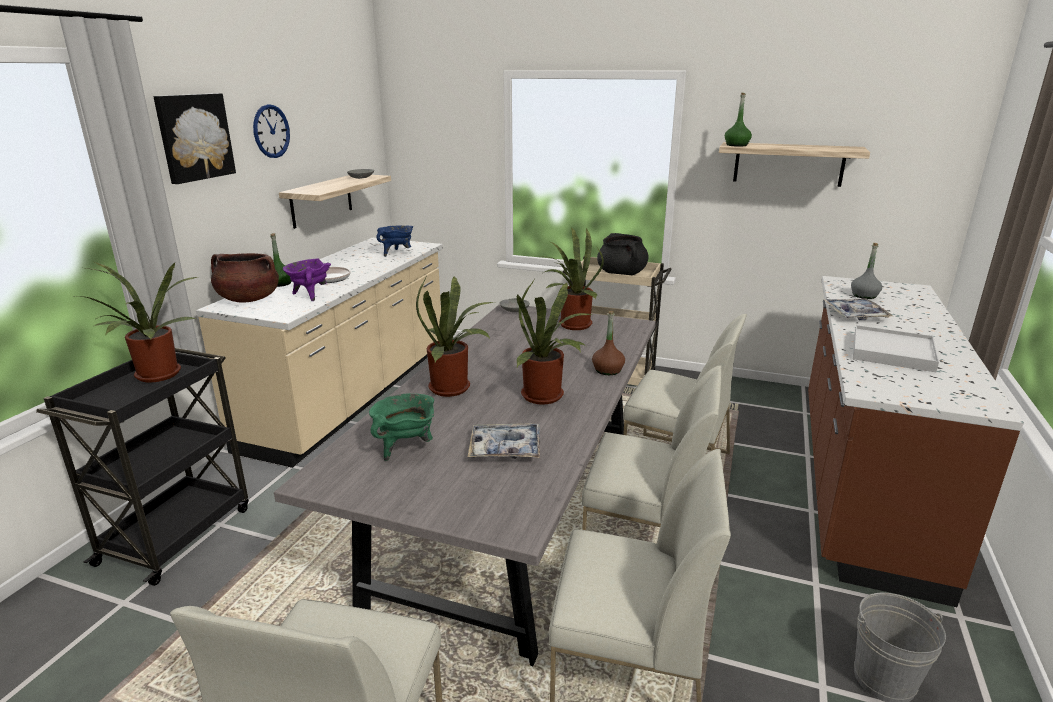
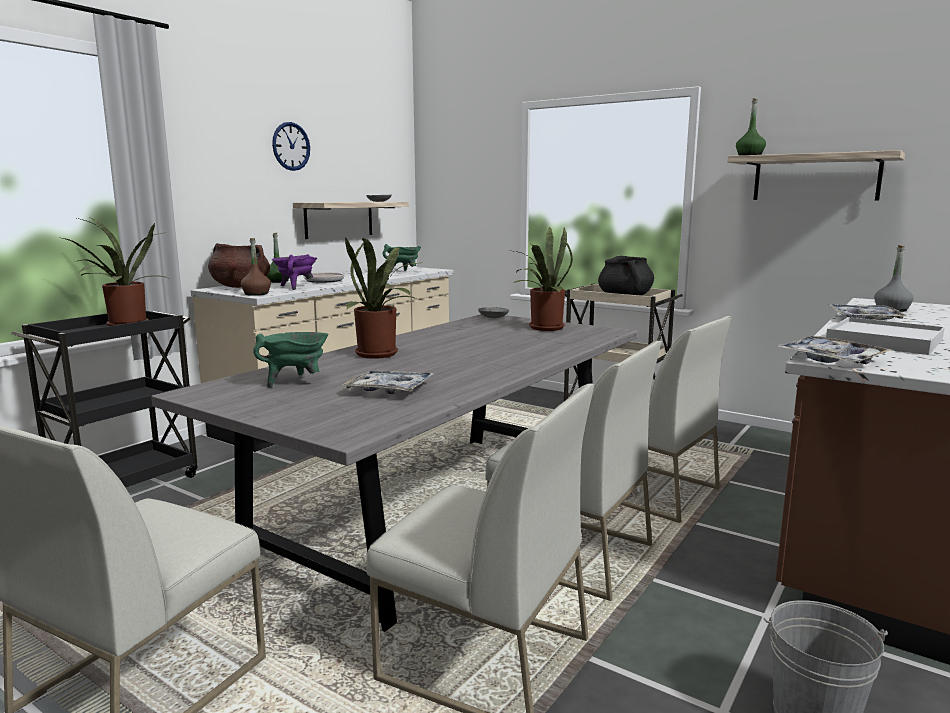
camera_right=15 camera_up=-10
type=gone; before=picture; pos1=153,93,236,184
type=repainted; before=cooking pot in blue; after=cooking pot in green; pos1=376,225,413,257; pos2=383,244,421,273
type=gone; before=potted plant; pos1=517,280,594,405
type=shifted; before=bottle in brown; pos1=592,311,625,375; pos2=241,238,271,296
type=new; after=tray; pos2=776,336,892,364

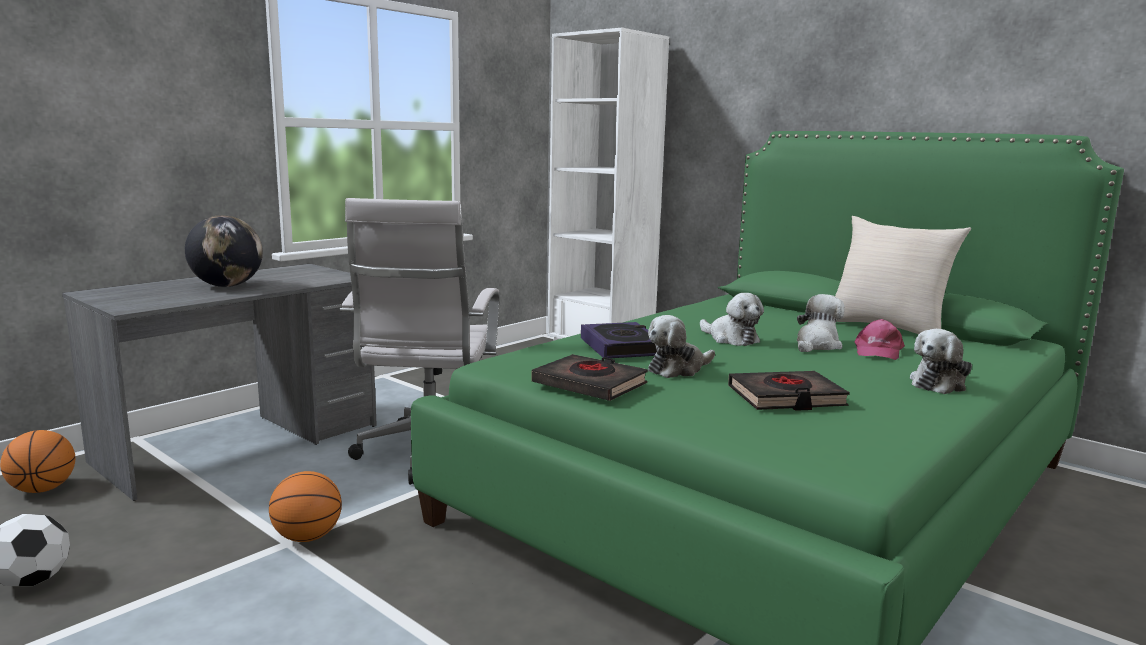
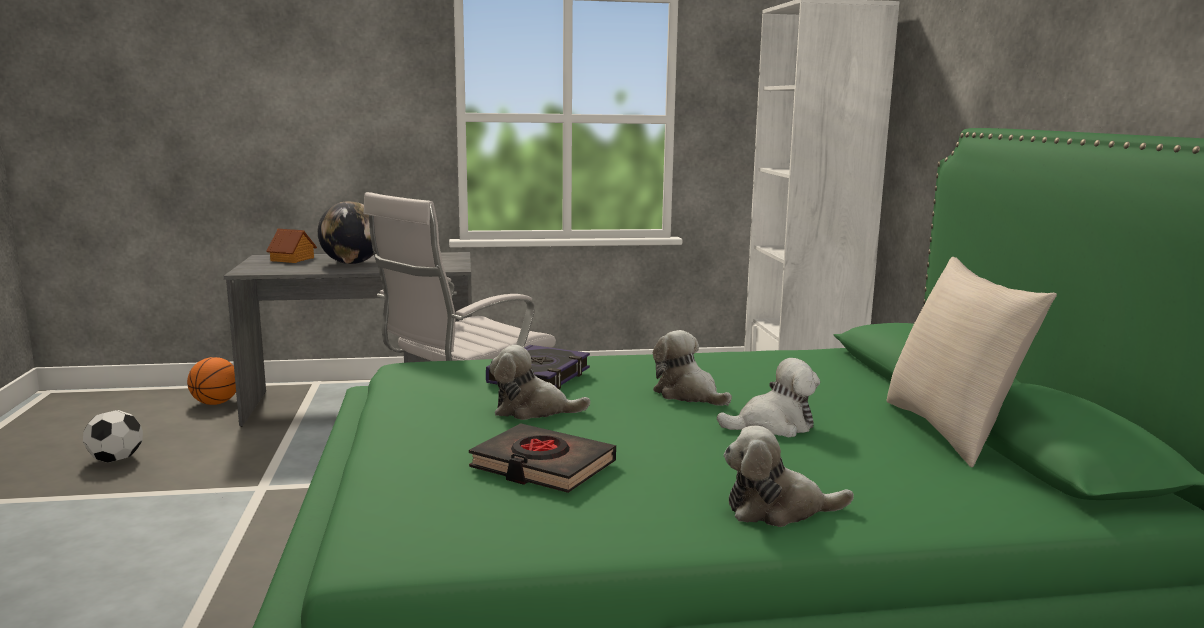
camera_right=40 camera_up=0
type=rotated; before=plush toy; pos1=700,293,764,346; pos2=653,330,732,406; turn=135
type=gone; before=cap in pink; pos1=854,319,905,360
type=gone; before=book in black; pos1=532,354,648,401
type=gone; before=basketball; pos1=269,471,342,542
type=new; after=toy house; pos2=267,229,317,263

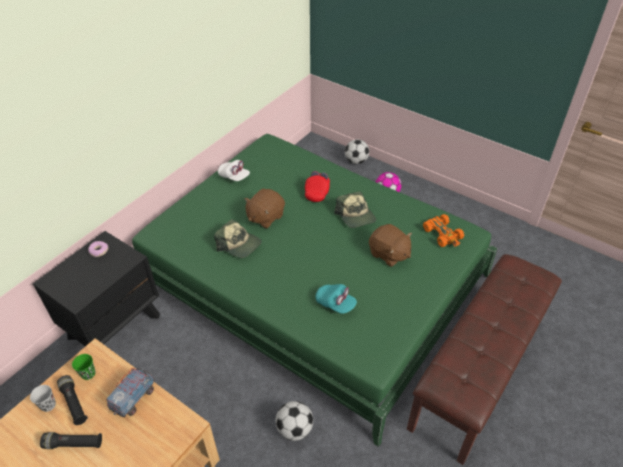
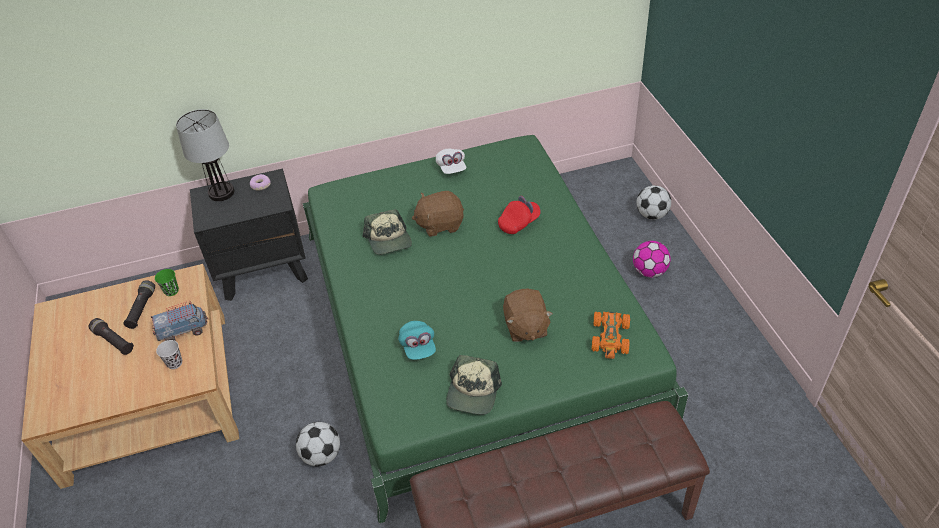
camera_right=40 camera_up=0
type=shifted; before=cap; pos1=334,191,376,228; pos2=446,355,502,415
type=shifted; before=cup in black; pos1=30,385,56,412; pos2=156,340,182,369
type=new; after=table lamp; pos2=176,109,234,201

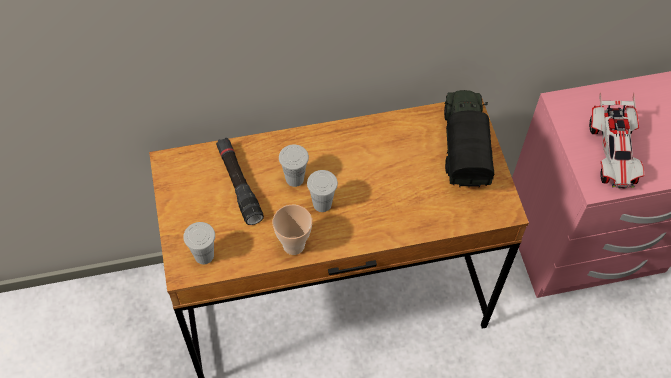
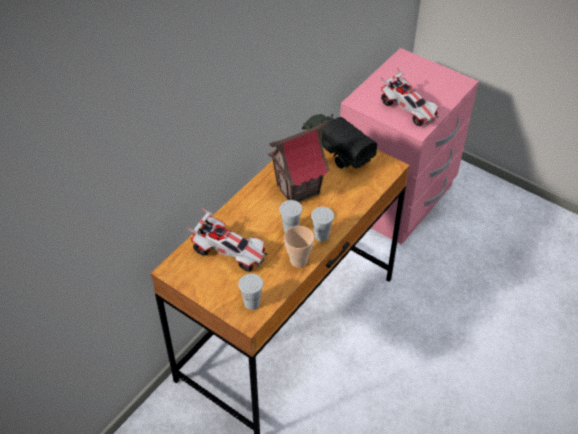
camera_right=-40 camera_up=-10
type=swapped; before=flashlight in black; after=toy car; pos1=216,138,264,225; pos2=187,208,268,272
type=shifted; before=cup in white; pos1=279,145,309,187; pos2=311,207,334,242
type=new; after=toy house; pos2=268,121,330,202

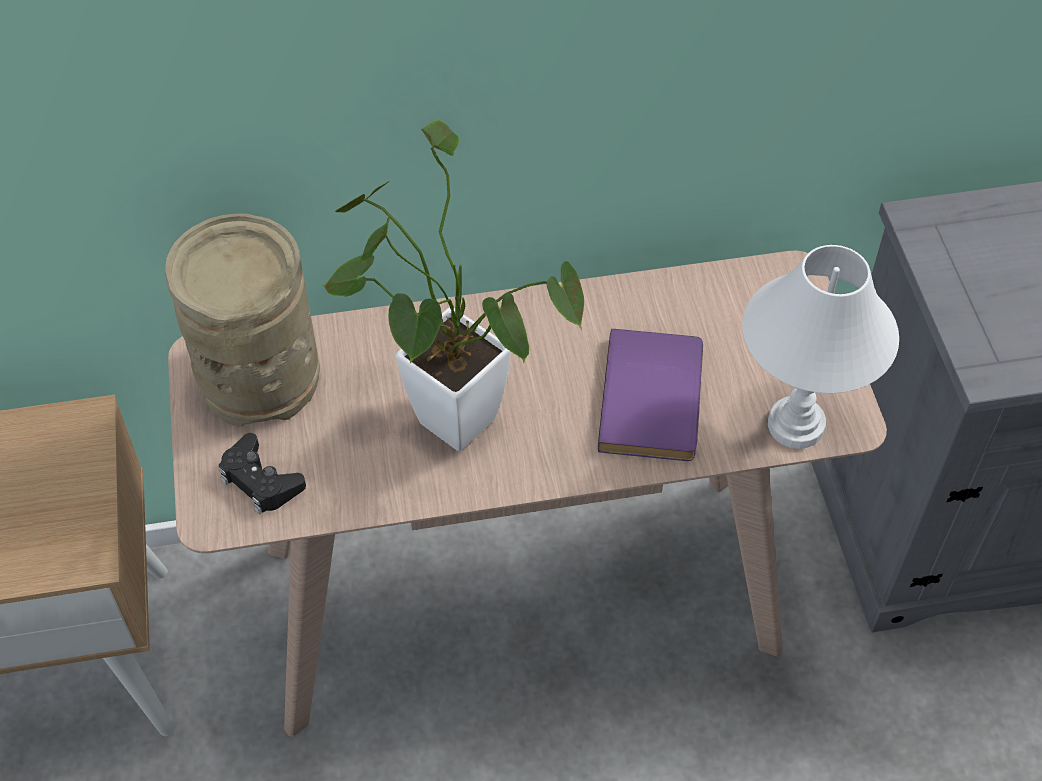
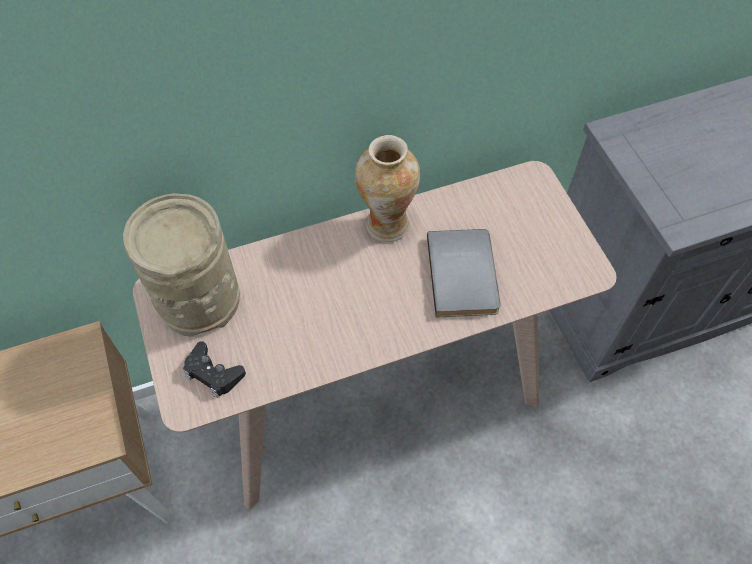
camera_right=-10 camera_up=5
type=gone; before=potted plant; pos1=322,120,584,451
type=gone; before=table lamp in white; pos1=742,245,899,449
type=repainted; before=book in purple; after=book in grey; pos1=598,329,703,461; pos2=427,229,501,317
type=new; after=vase; pos2=355,135,420,242

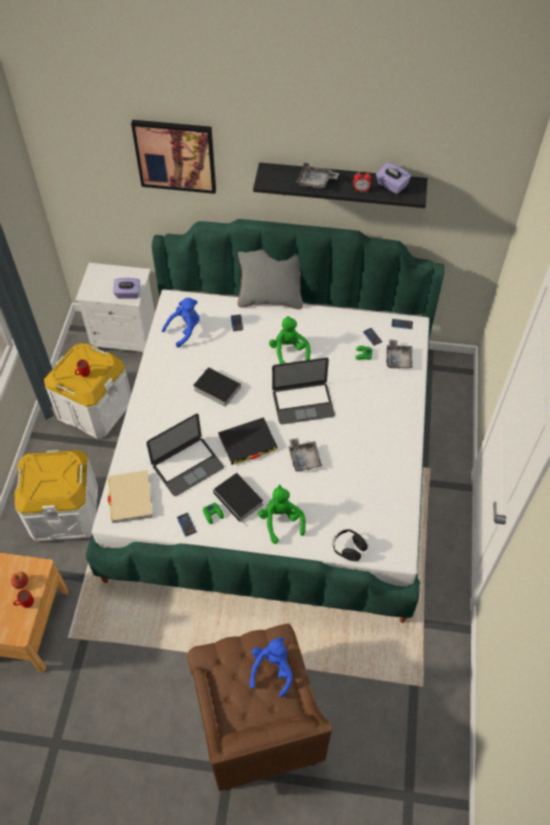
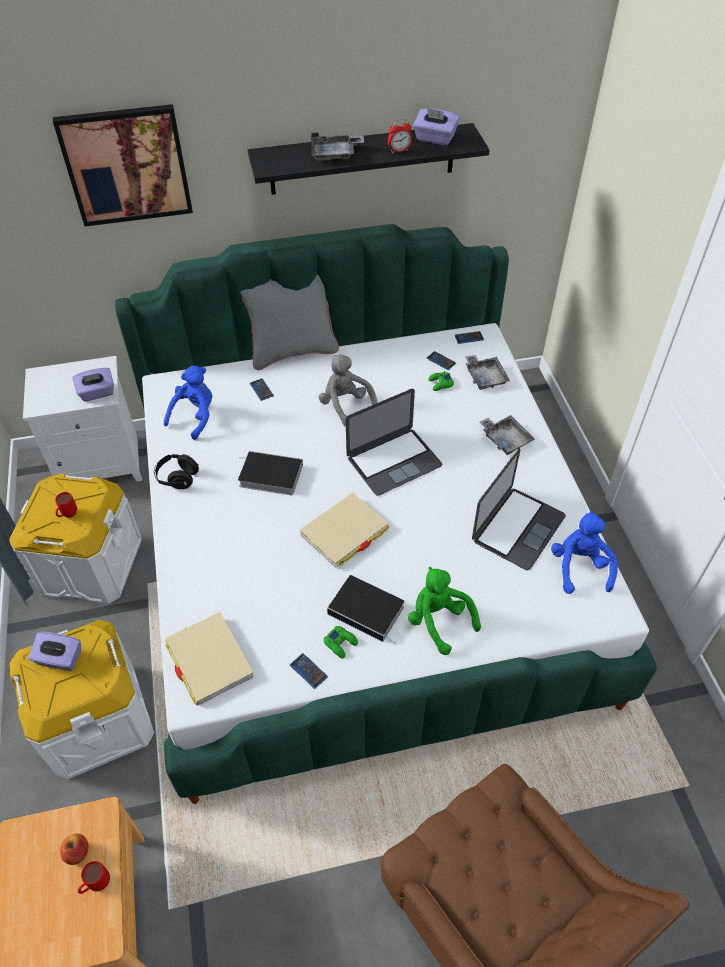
camera_right=-20 camera_up=-5
type=repainted; before=plush toy in green; after=plush toy in grey; pos1=269,316,310,364; pos2=319,355,378,427
type=shifted; before=laptop; pos1=146,414,224,496; pos2=472,449,566,570
type=repainted; before=book in black; after=book in beige; pos1=218,417,278,465; pos2=300,492,389,568
type=shifted; before=tray in grey; pos1=288,438,322,472; pos2=479,415,535,455
type=shifted; before=headphones in black; pos1=333,529,368,561; pos2=154,454,199,489
type=shifted; before=plush toy in blue; pos1=249,637,293,698; pos2=551,511,618,594
type=new; after=tissue box in purple; pos2=28,632,81,671

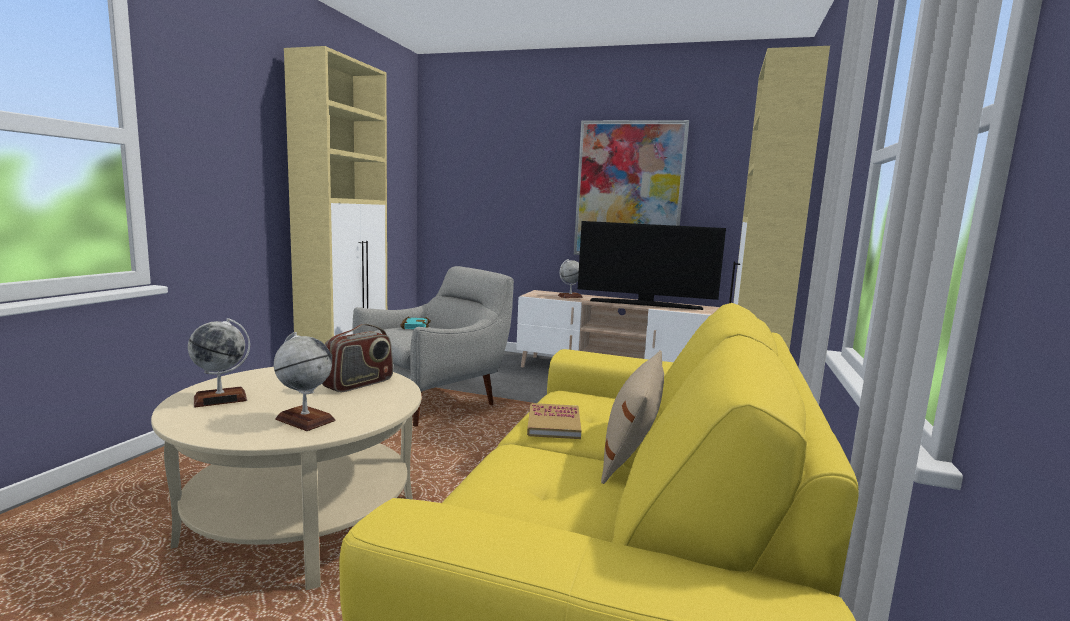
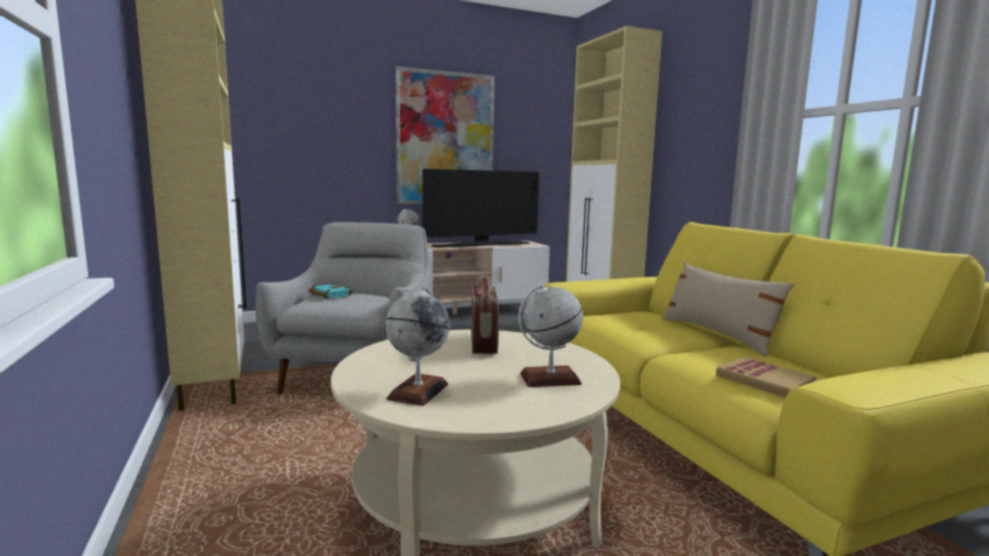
camera_right=-40 camera_up=0
type=shifted; before=book; pos1=527,403,581,439; pos2=716,357,816,398

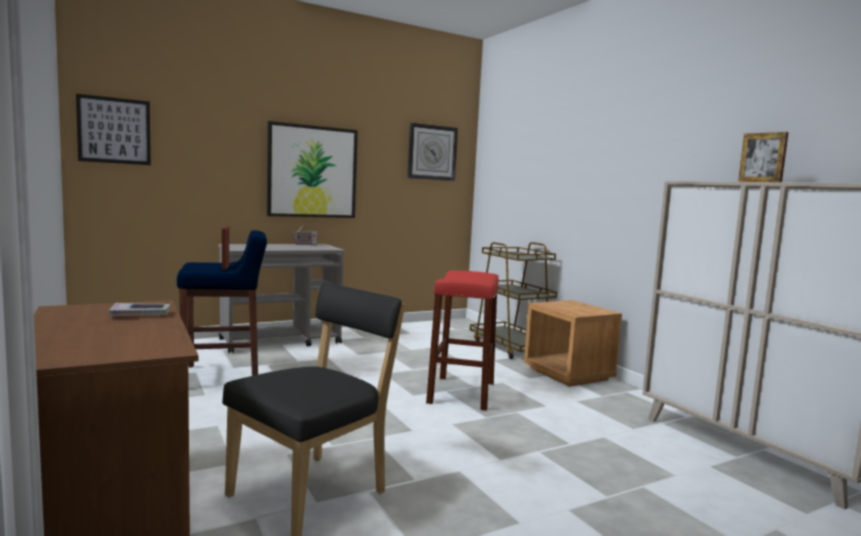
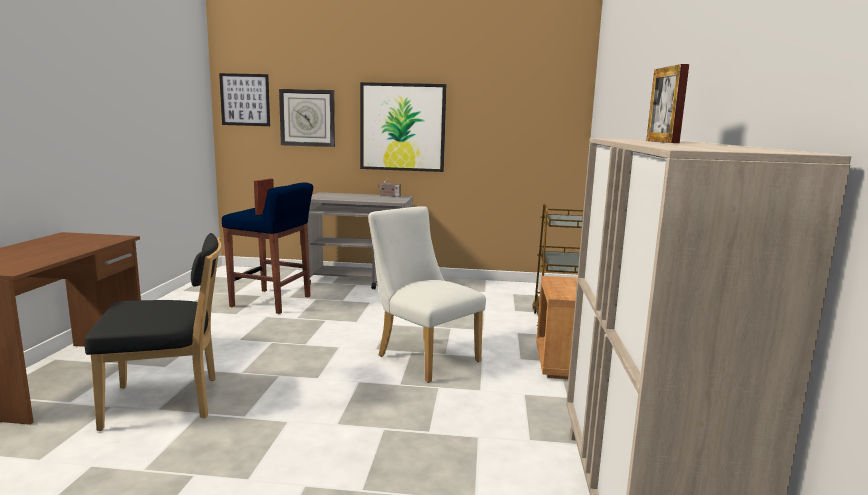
camera_right=35 camera_up=5
type=shifted; before=wall clock; pos1=407,123,458,181; pos2=279,89,335,147
type=swapped; before=stool in red; after=chair in white; pos1=426,270,499,411; pos2=368,206,486,383
type=gone; before=book; pos1=109,303,170,316

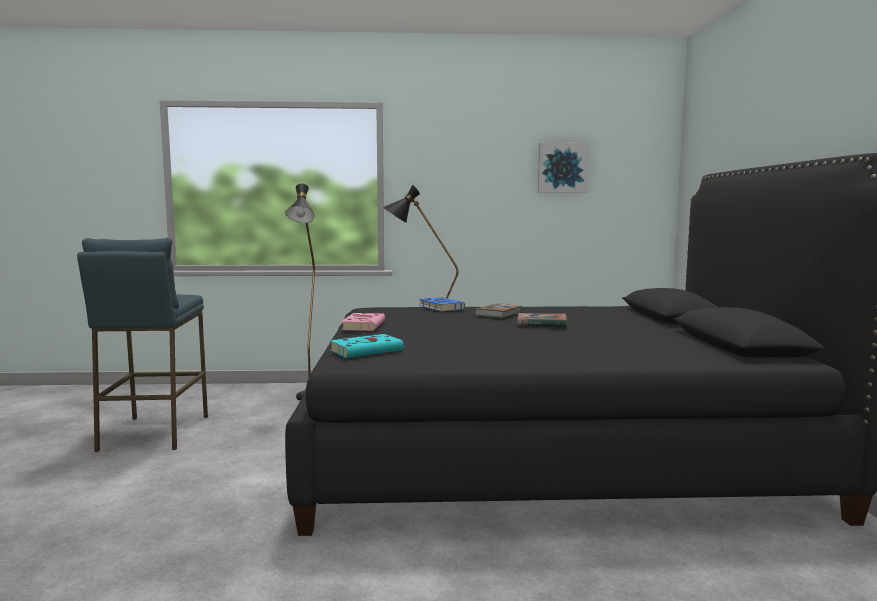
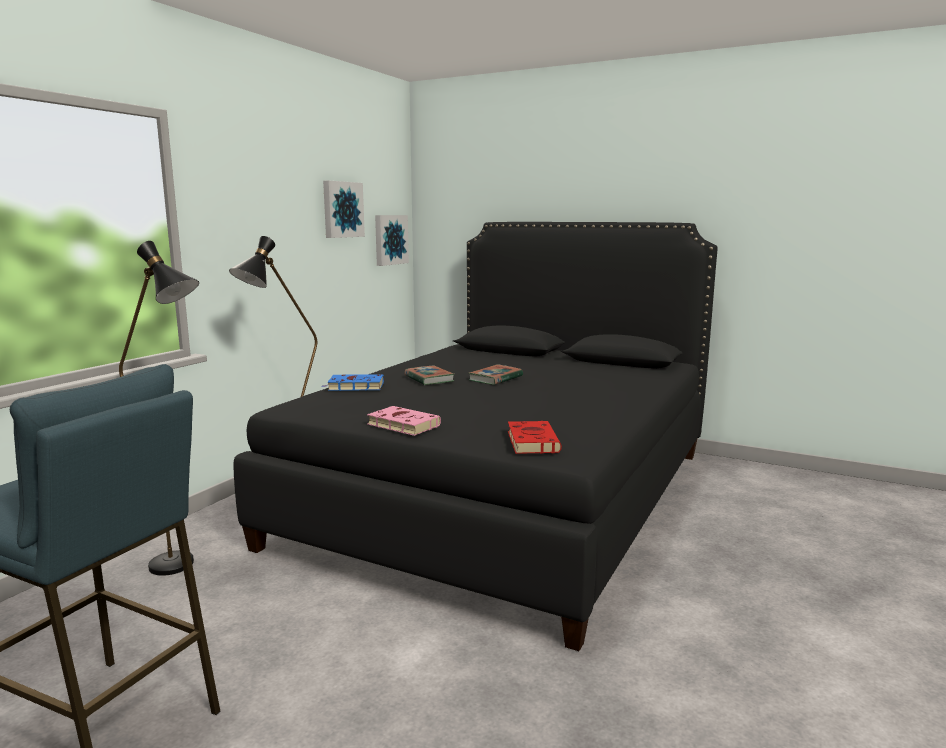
camera_right=-60 camera_up=5
type=repainted; before=book in turquoise; after=book in red; pos1=330,334,405,358; pos2=508,421,562,454
type=new; after=picture; pos2=375,215,409,266

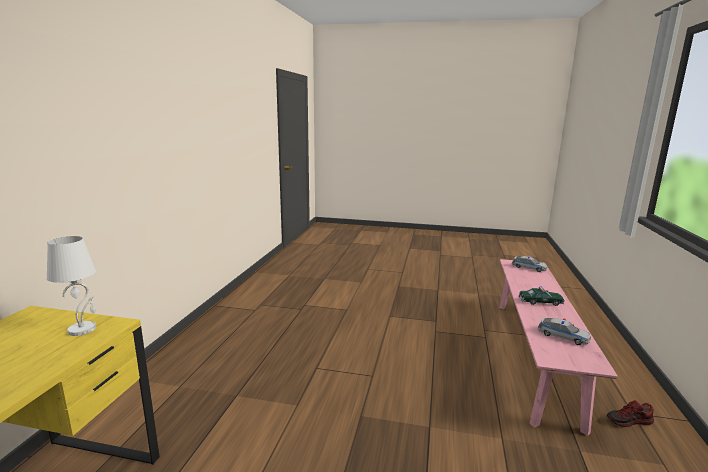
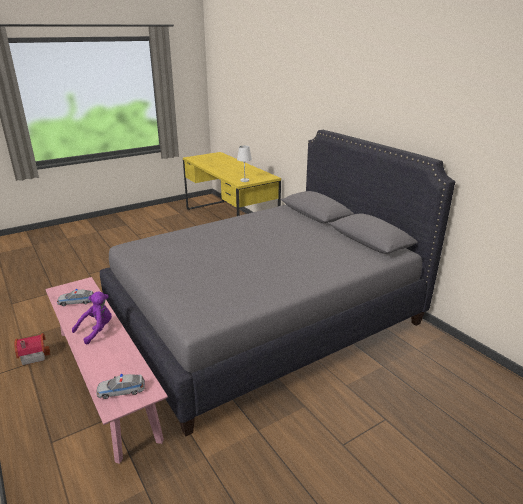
camera_right=135 camera_up=10
type=swapped; before=toy car; after=plush toy in purple; pos1=519,287,564,306; pos2=72,291,112,344
type=swapped; before=shoe; after=toy house; pos1=607,400,654,427; pos2=15,333,50,365
type=new; after=bed in grey; pos2=100,130,455,436

